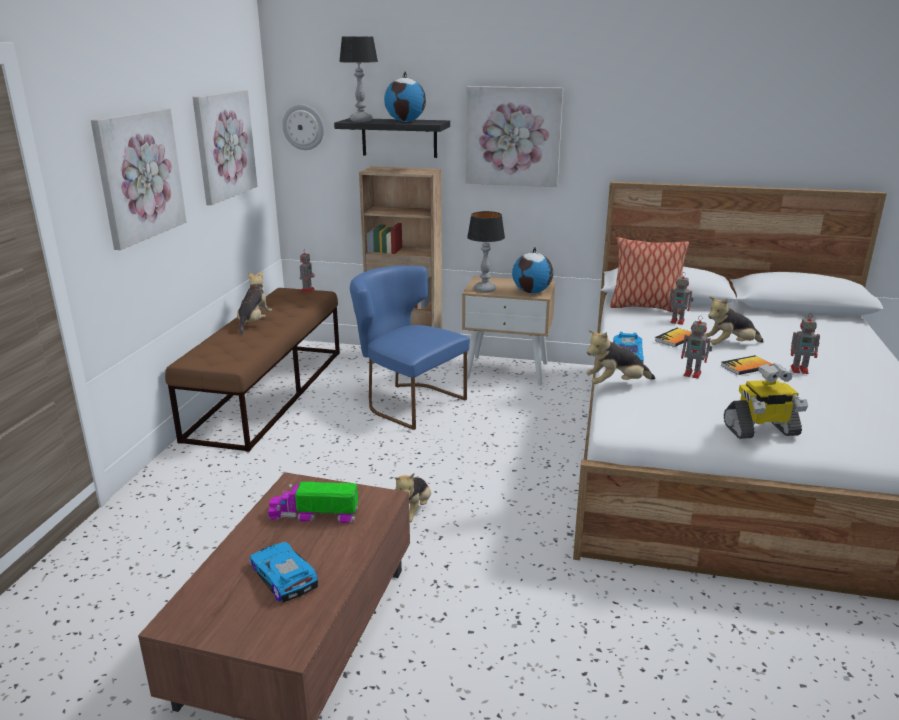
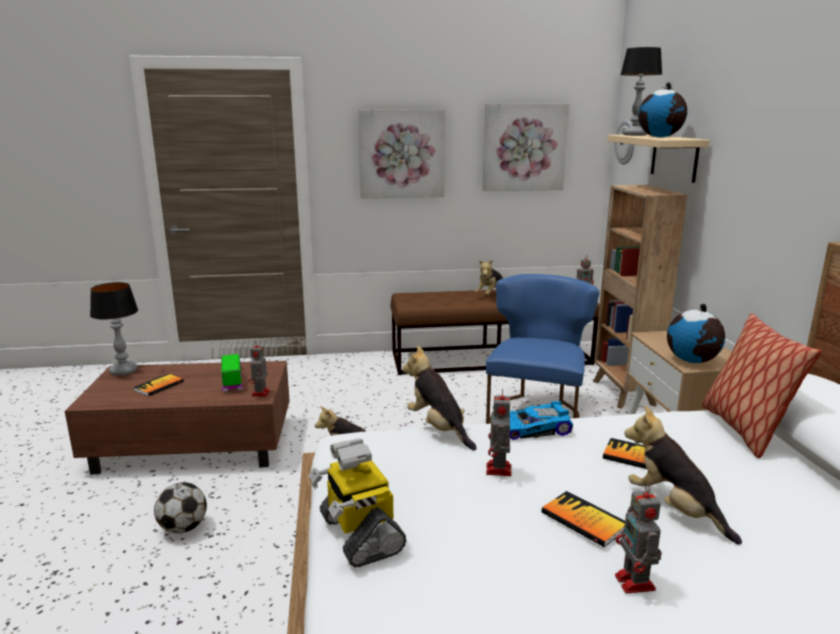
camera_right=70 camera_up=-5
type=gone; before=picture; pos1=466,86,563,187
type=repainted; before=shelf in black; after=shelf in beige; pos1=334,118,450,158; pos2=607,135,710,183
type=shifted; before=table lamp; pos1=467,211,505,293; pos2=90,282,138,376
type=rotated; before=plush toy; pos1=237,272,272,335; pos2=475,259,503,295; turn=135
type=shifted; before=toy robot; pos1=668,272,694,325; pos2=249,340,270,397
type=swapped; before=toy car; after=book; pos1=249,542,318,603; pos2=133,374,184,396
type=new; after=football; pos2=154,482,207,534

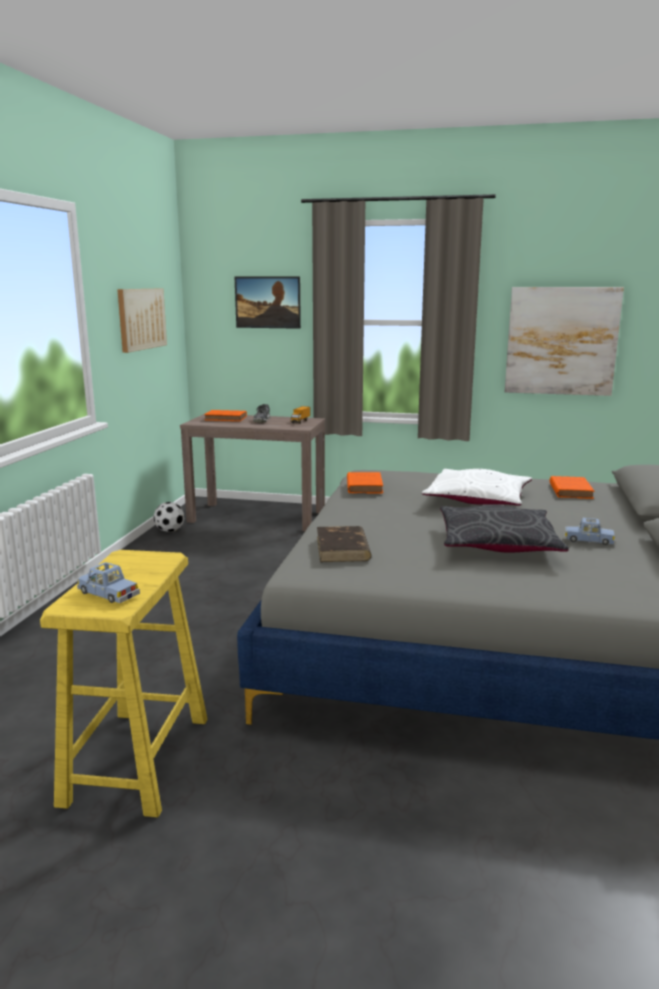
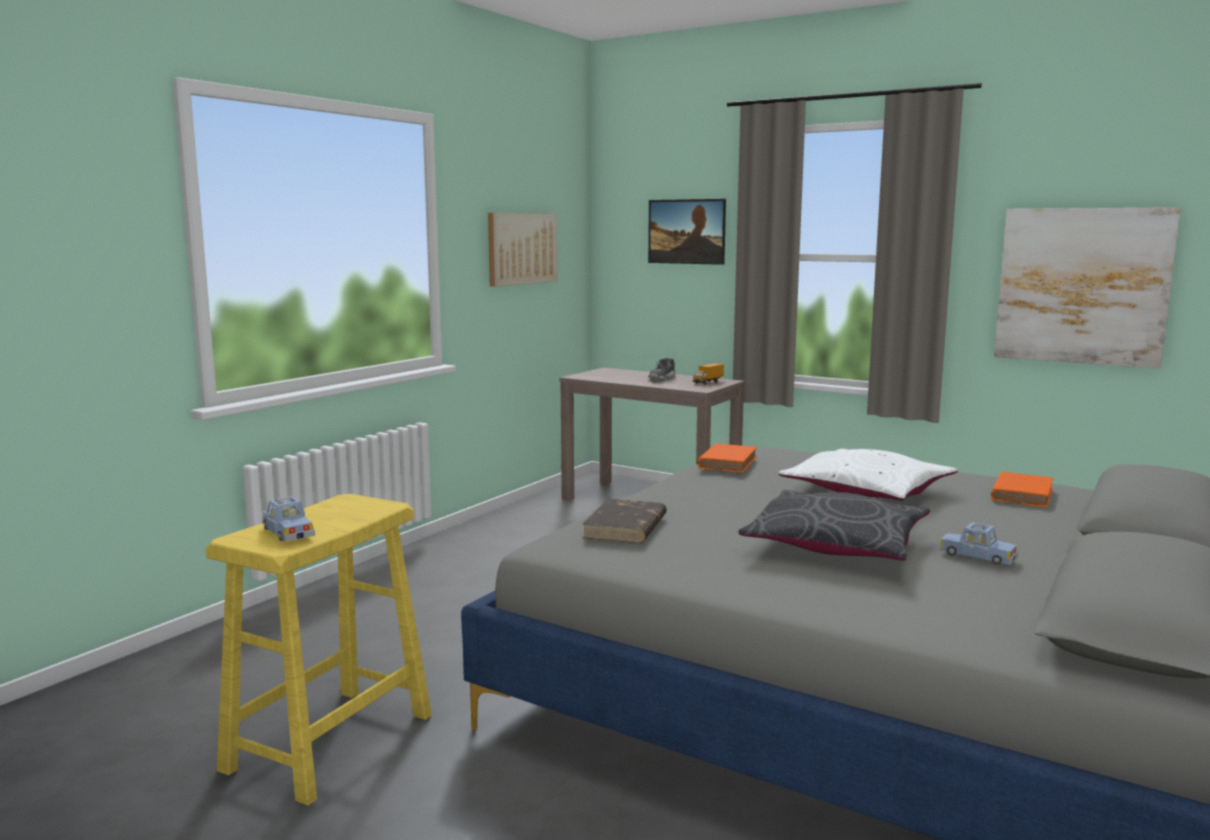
camera_right=20 camera_up=-5
type=gone; before=book in orange; pos1=204,410,247,421
type=gone; before=football; pos1=153,502,185,532

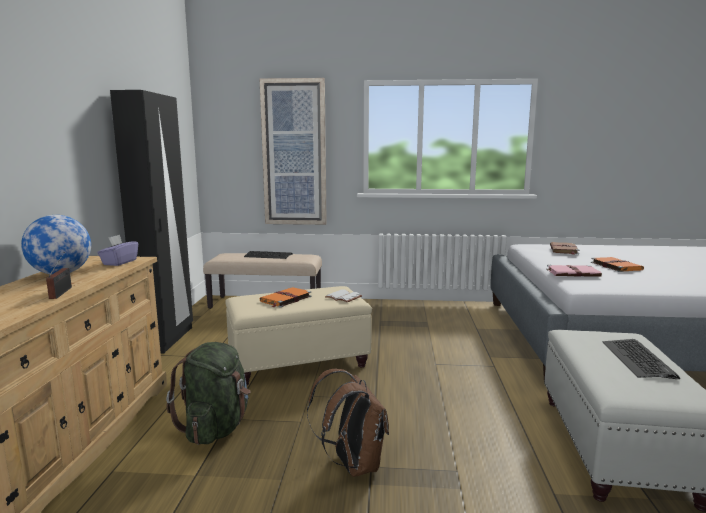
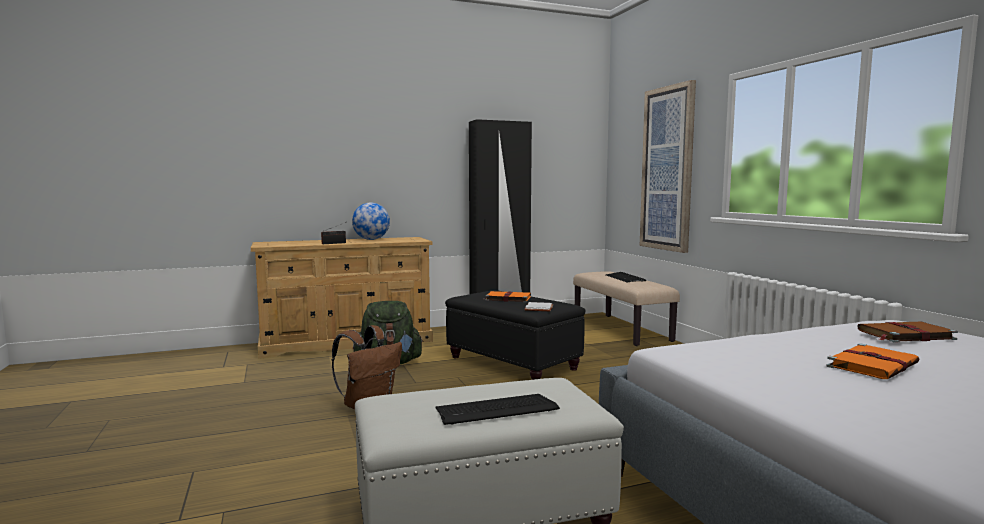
camera_right=65 camera_up=-5
type=gone; before=tissue box in purple; pos1=97,235,138,266
type=gone; before=book in pink; pos1=546,265,602,277
type=repainted; before=ottoman in beige; after=ottoman in black; pos1=225,286,372,385; pos2=445,290,586,380

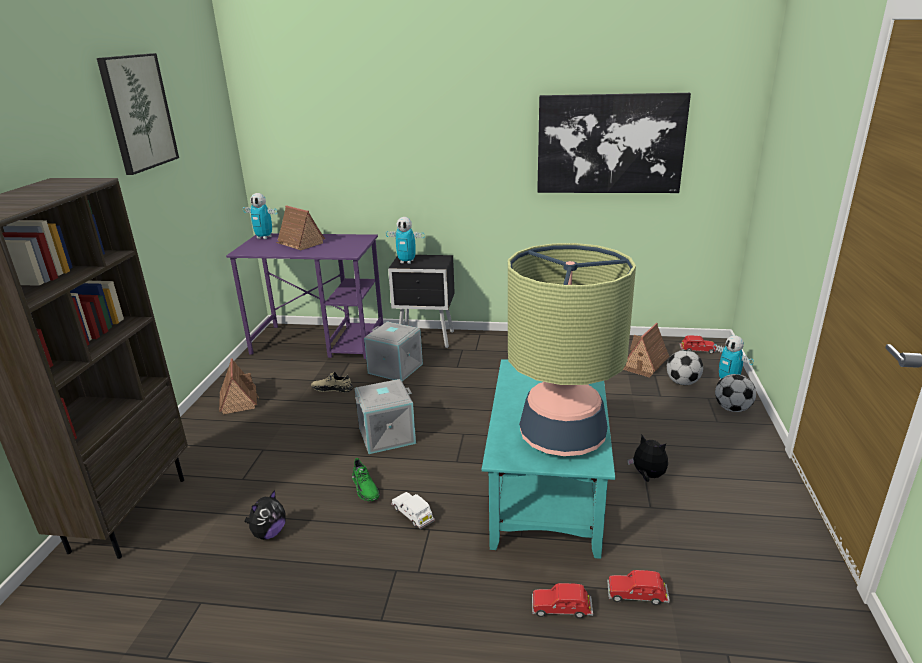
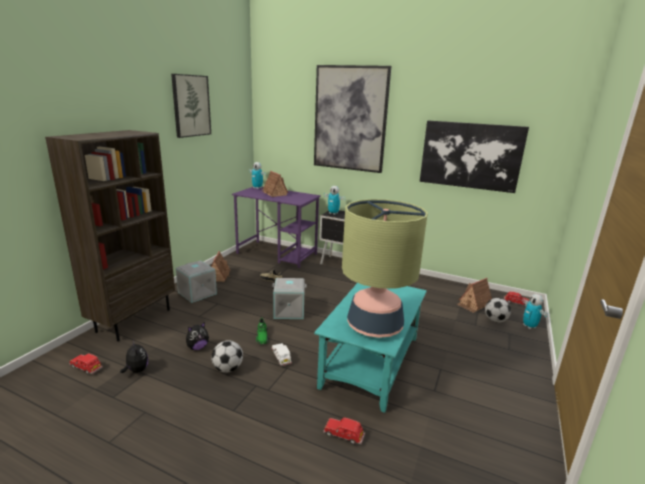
camera_right=15 camera_up=-5
type=shifted; before=storage box in grey; pos1=364,321,423,381; pos2=176,260,217,303
type=shifted; before=football; pos1=715,374,756,412; pos2=211,340,243,373
type=shifted; before=plush toy; pos1=627,435,668,482; pos2=120,340,148,373
type=shifted; before=toy car in red; pos1=607,570,670,605; pos2=69,353,103,374
type=new; after=picture; pos2=314,65,391,173

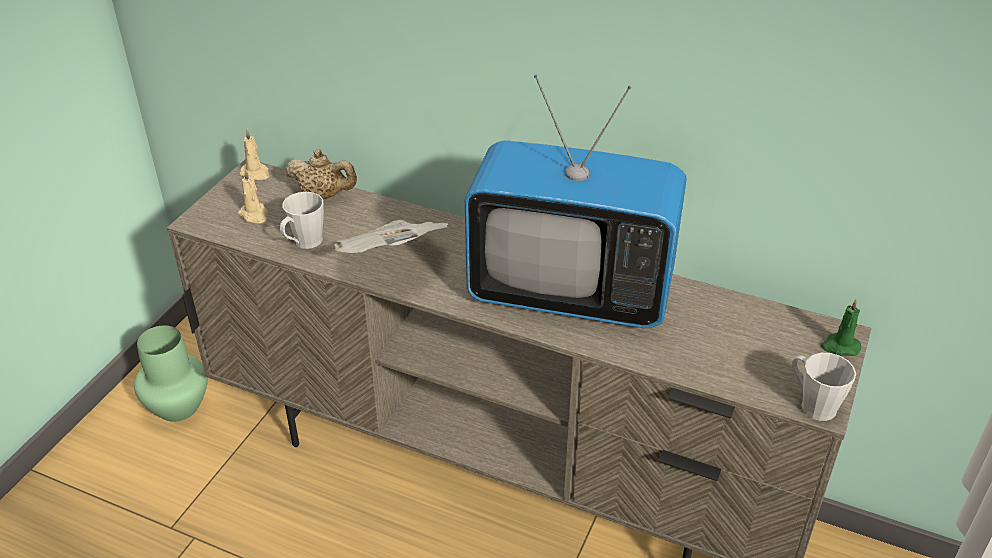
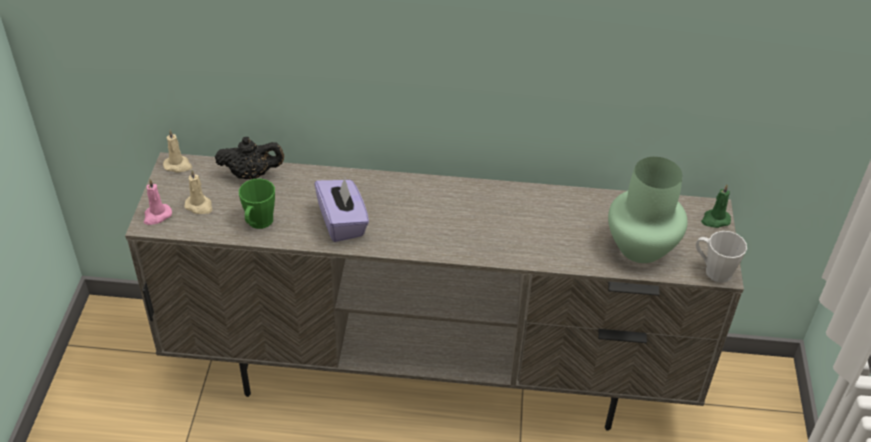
camera_right=-20 camera_up=5
type=gone; before=television; pos1=465,75,687,328
type=repainted; before=teapot in beige; after=teapot in black; pos1=285,149,357,199; pos2=215,137,285,179
type=repainted; before=mug in grey; after=mug in green; pos1=280,192,324,249; pos2=239,178,275,229
type=swapped; before=newspaper; after=tissue box in purple; pos1=335,220,449,253; pos2=314,177,369,242
type=shifted; before=vase in green; pos1=134,325,208,422; pos2=608,157,688,263
type=new; after=candle in pink; pos2=144,179,172,225

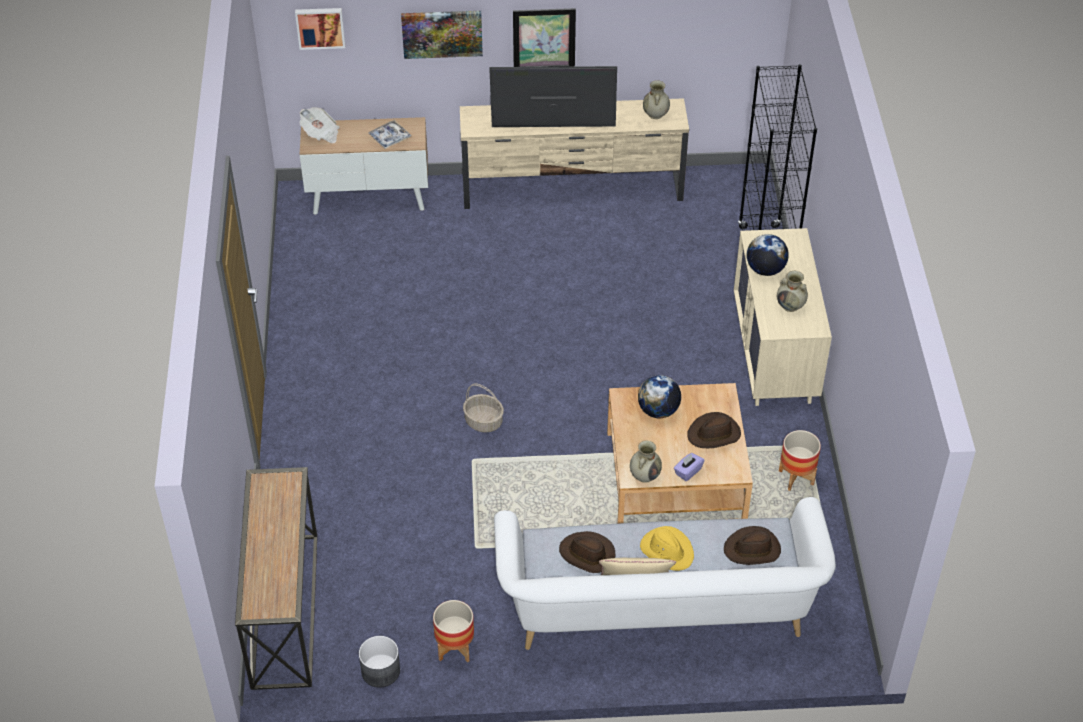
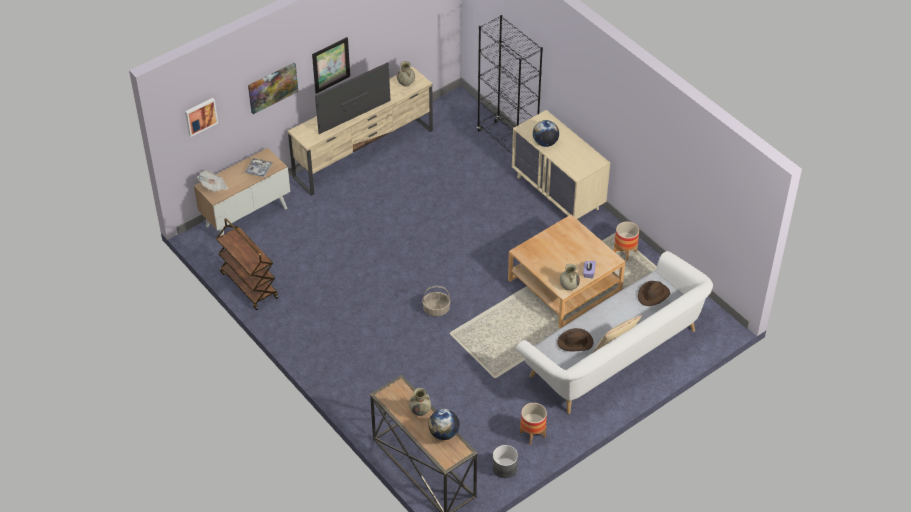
camera_right=-35 camera_up=0
type=shifted; before=vase in beige; pos1=777,271,808,312; pos2=409,388,431,416
type=shifted; before=globe; pos1=638,375,681,418; pos2=428,409,460,440
type=gone; before=hat in brown; pos1=688,412,741,448
type=gone; before=hat in yellow; pos1=640,526,694,571
type=new; after=cart in brown; pos2=216,218,278,310

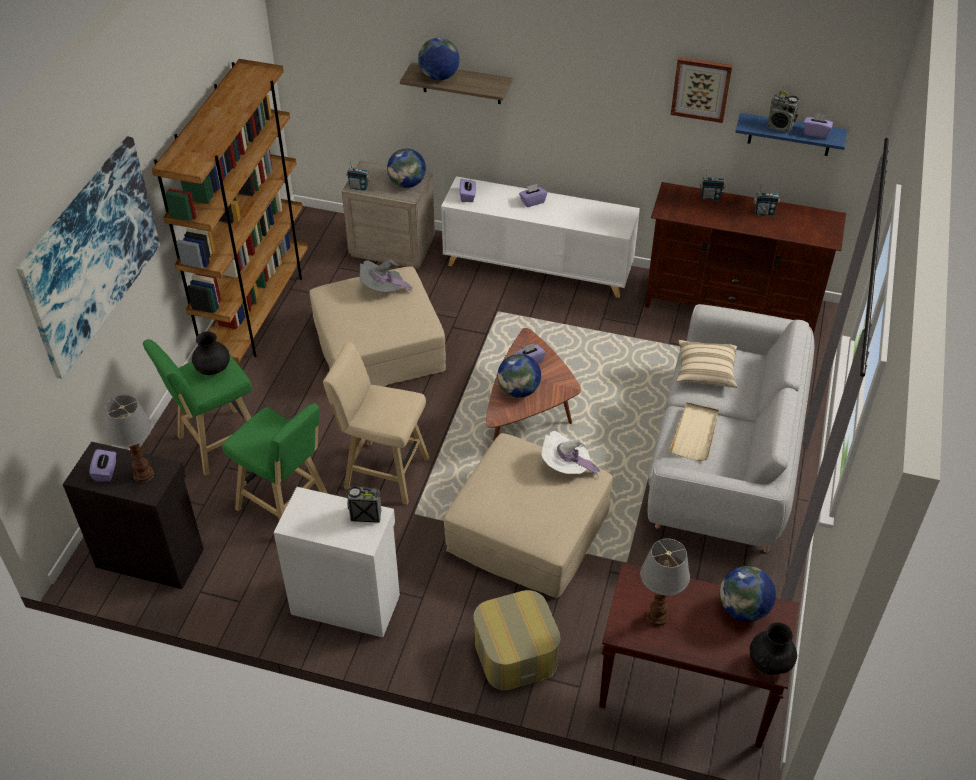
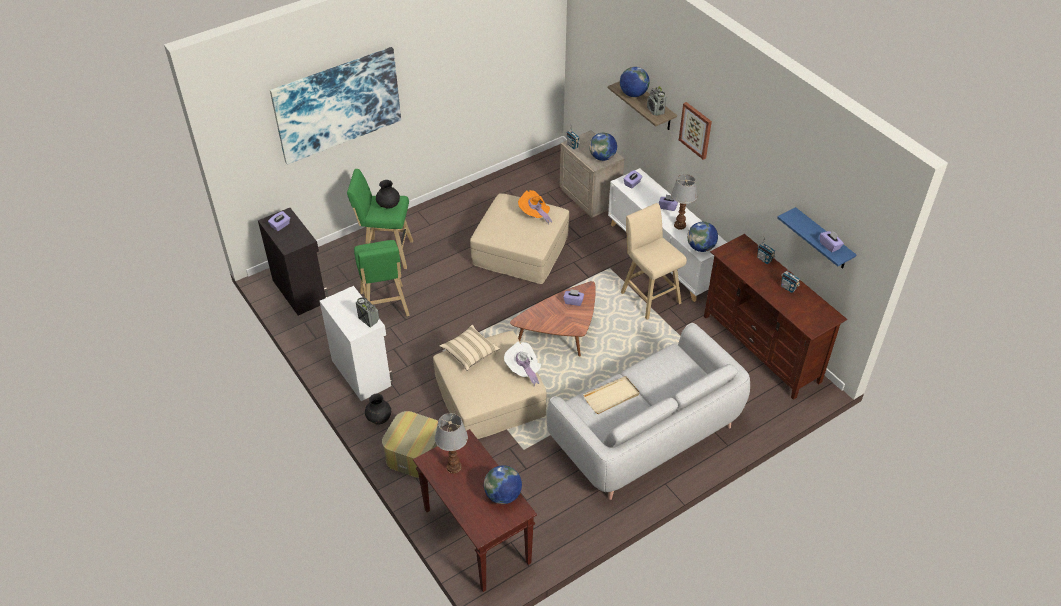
camera_right=40 camera_up=0
type=shifted; before=picture; pos1=671,57,733,123; pos2=679,102,712,160
type=gone; before=bookcase in brown; pos1=152,59,308,363
type=shifted; before=radio; pos1=767,91,800,132; pos2=647,86,666,116
type=repainted; before=hat in grey; after=hat in orange; pos1=359,259,413,293; pos2=518,190,552,225
type=shifted; before=pillow in beige; pos1=677,340,737,388; pos2=439,325,500,371
type=shifted; before=stool in beige; pos1=323,342,429,505; pos2=621,203,687,320
type=shifted; before=globe; pos1=497,354,541,398; pos2=687,222,718,252
type=shifted; before=table lamp; pos1=105,395,154,483; pos2=671,174,697,230
type=shifted; before=vase in black; pos1=750,622,797,675; pos2=365,394,391,425

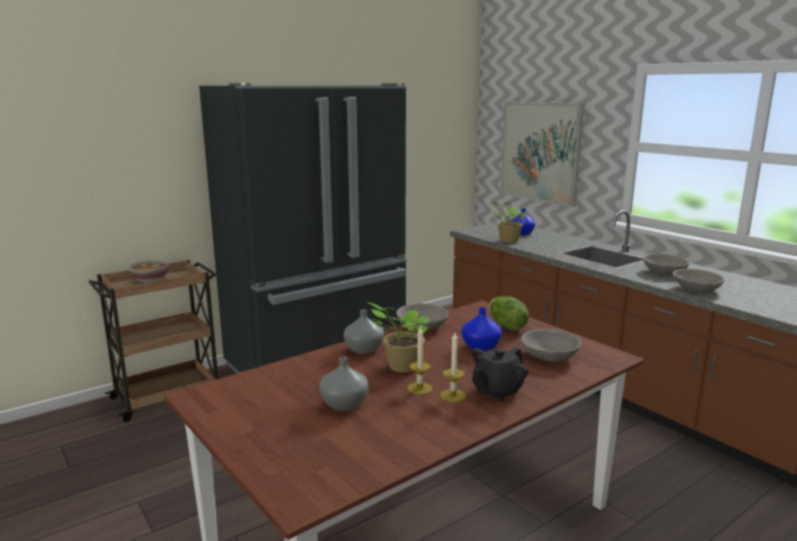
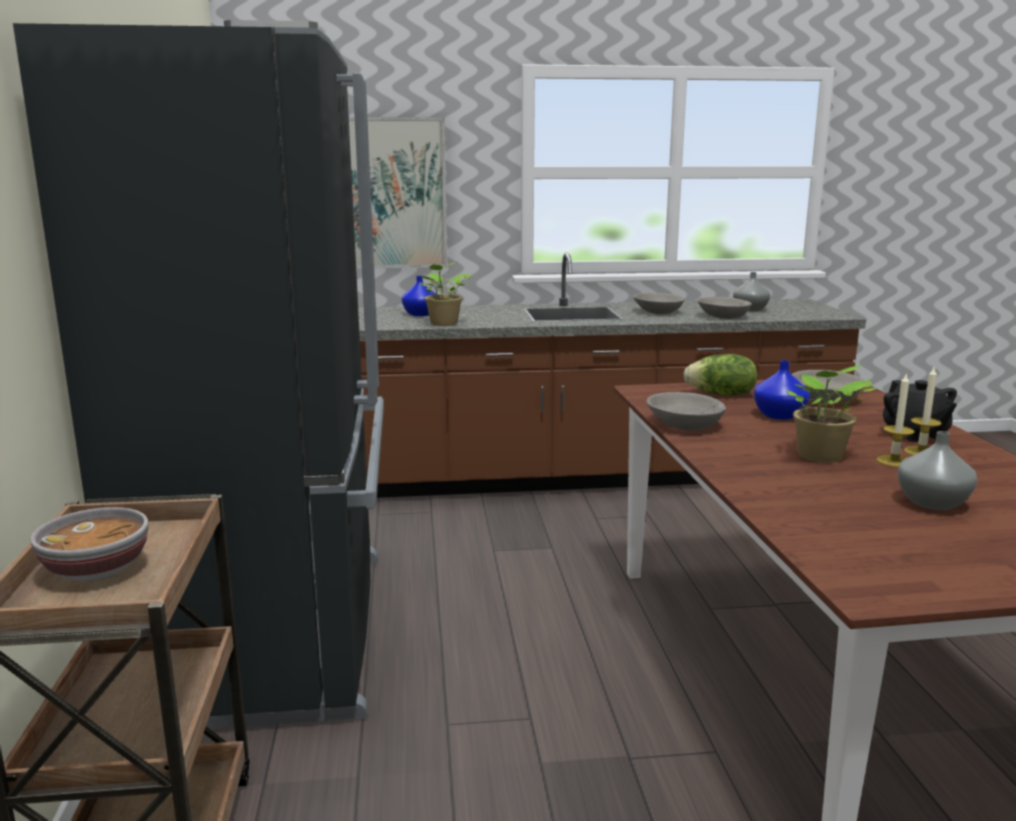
camera_right=-60 camera_up=0
type=shifted; before=vase in grey; pos1=344,309,384,354; pos2=733,272,770,312

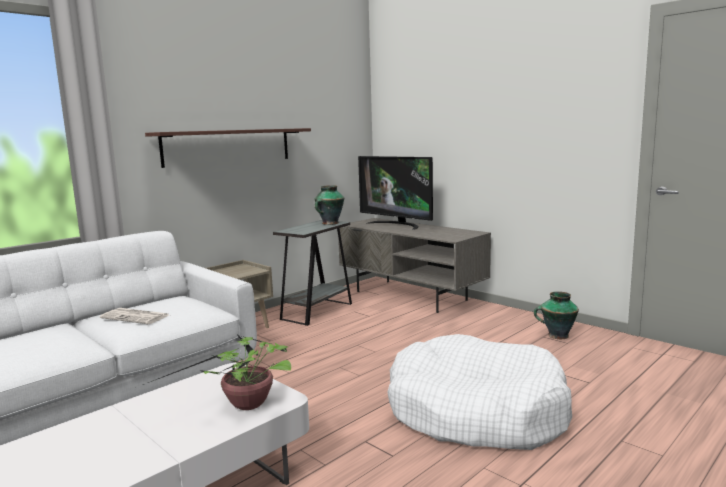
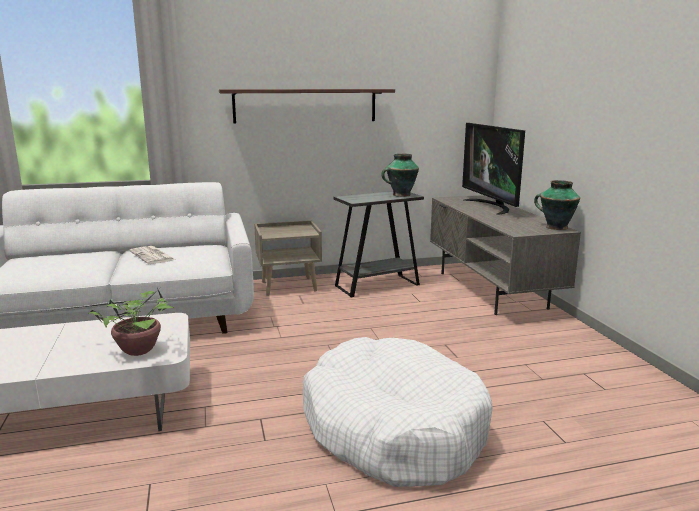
camera_right=30 camera_up=5
type=shifted; before=vase; pos1=534,291,579,339; pos2=534,180,580,230

